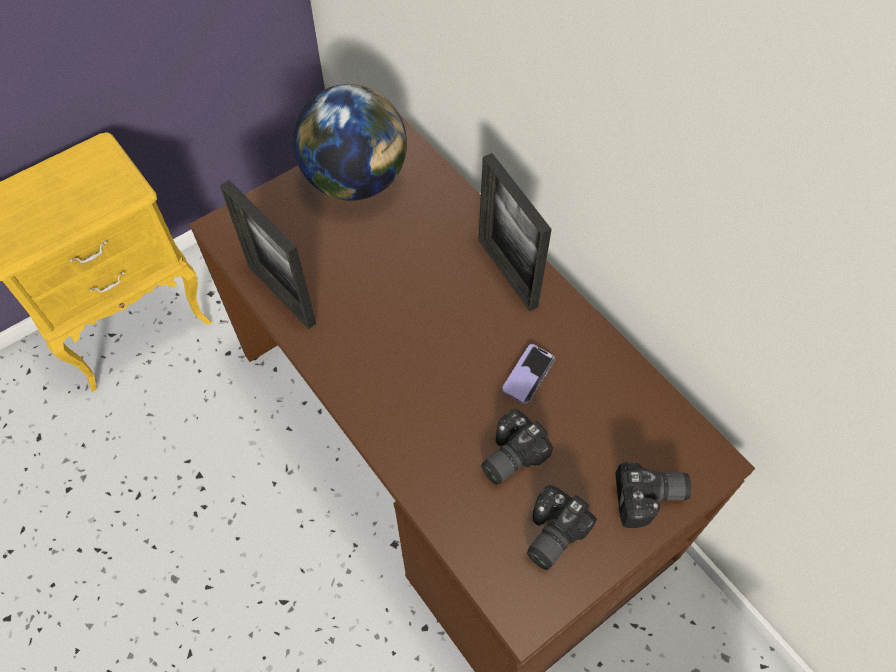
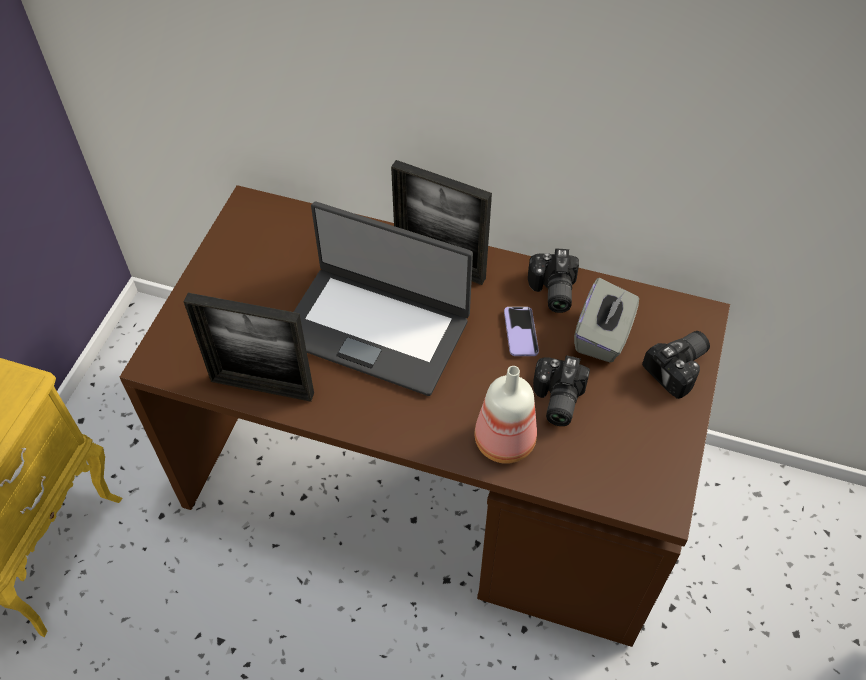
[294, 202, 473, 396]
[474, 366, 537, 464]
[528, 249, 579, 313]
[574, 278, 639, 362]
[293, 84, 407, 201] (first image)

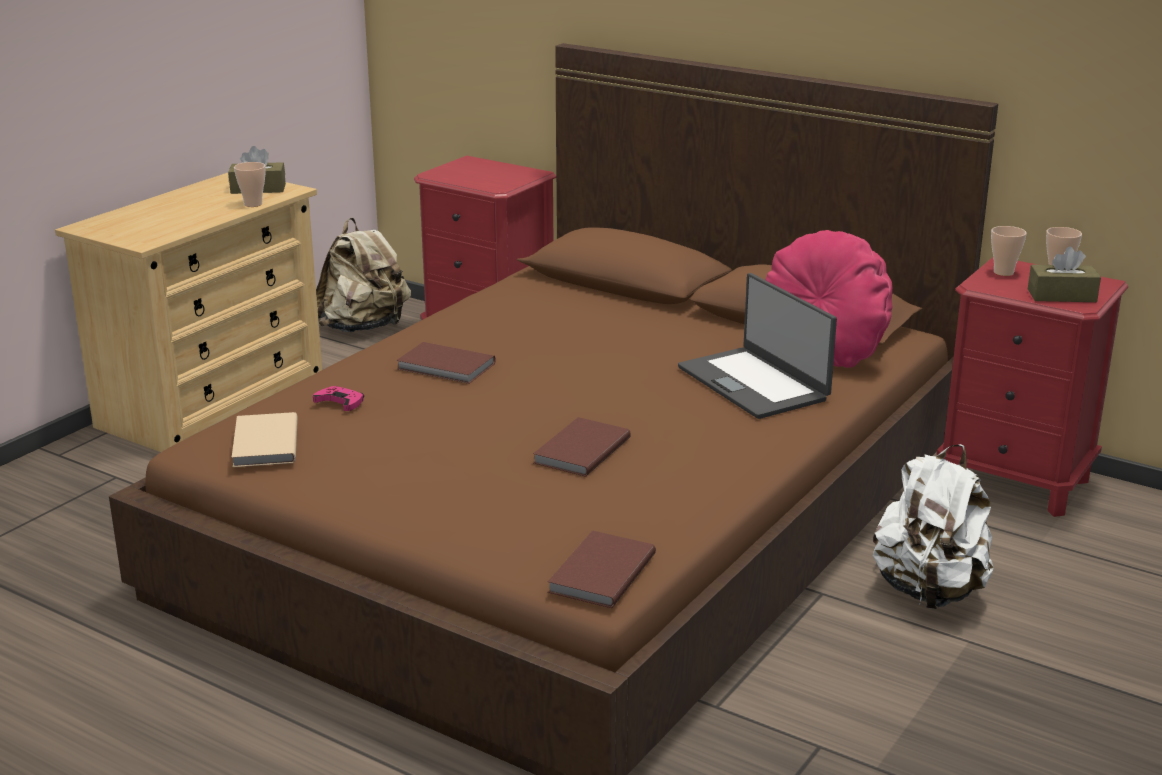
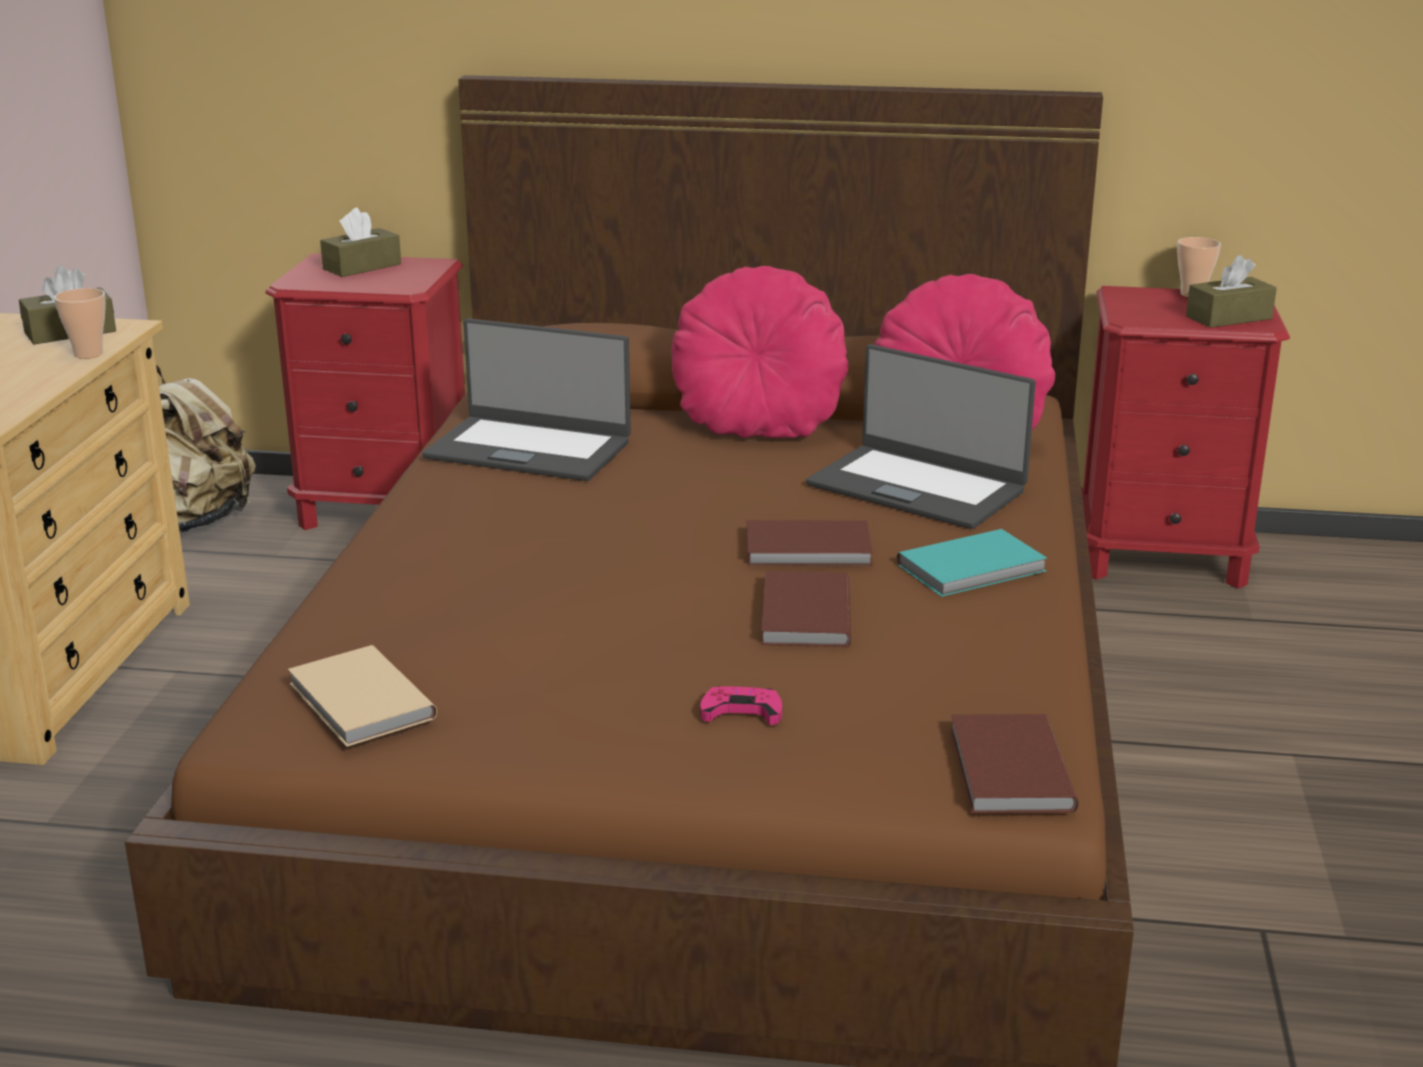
[320, 208, 401, 277]
[423, 318, 631, 481]
[671, 266, 849, 438]
[701, 686, 782, 725]
[747, 520, 873, 566]
[897, 529, 1048, 597]
[873, 444, 994, 609] (first image)
[991, 226, 1027, 276] (first image)

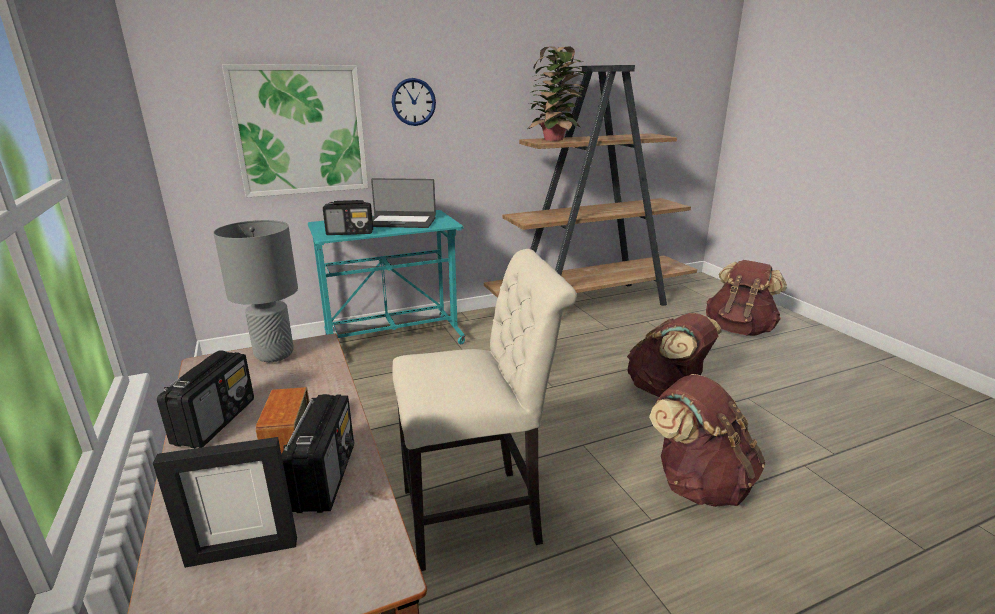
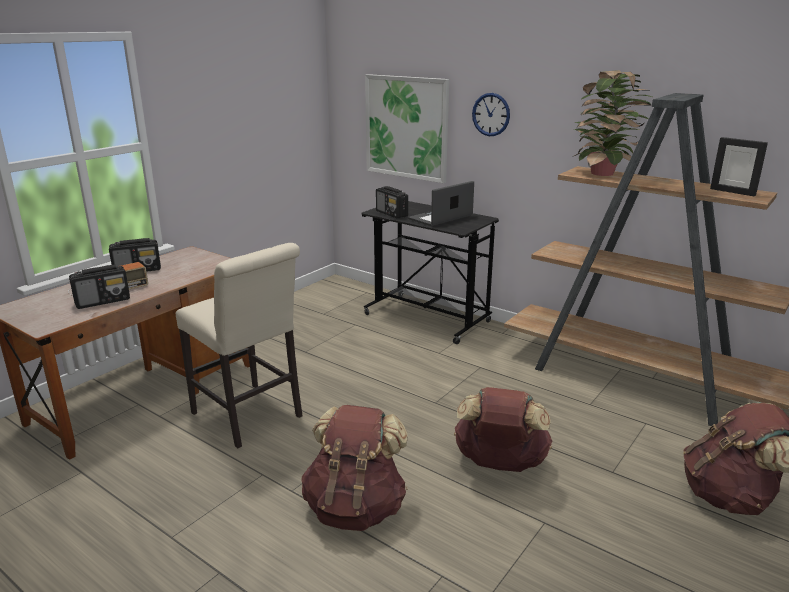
[361, 201, 499, 344]
[408, 181, 474, 226]
[710, 137, 768, 196]
[213, 220, 298, 362] (first image)

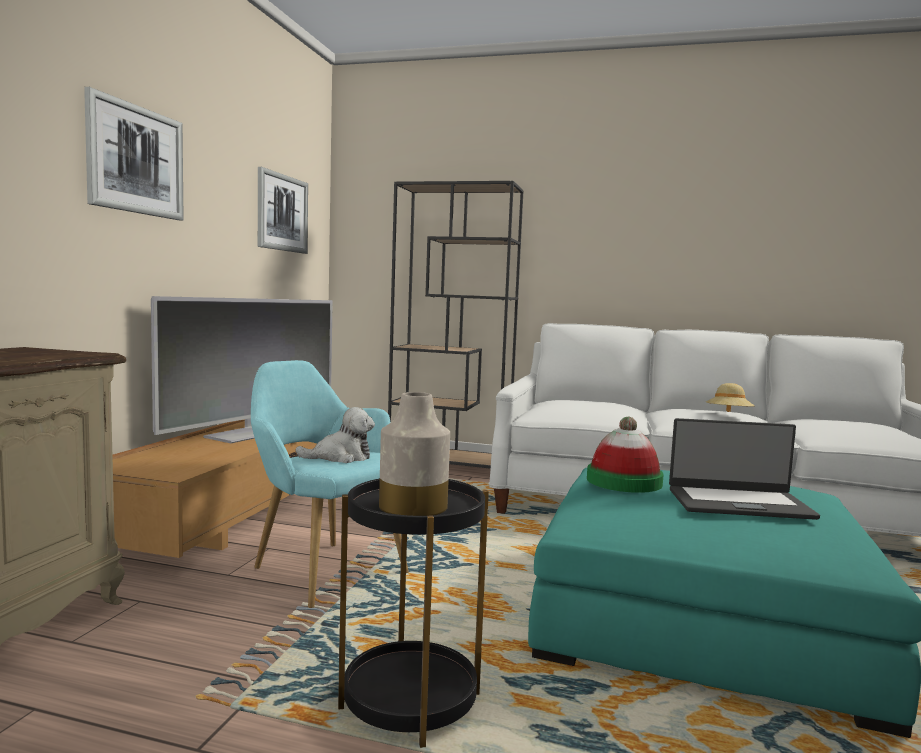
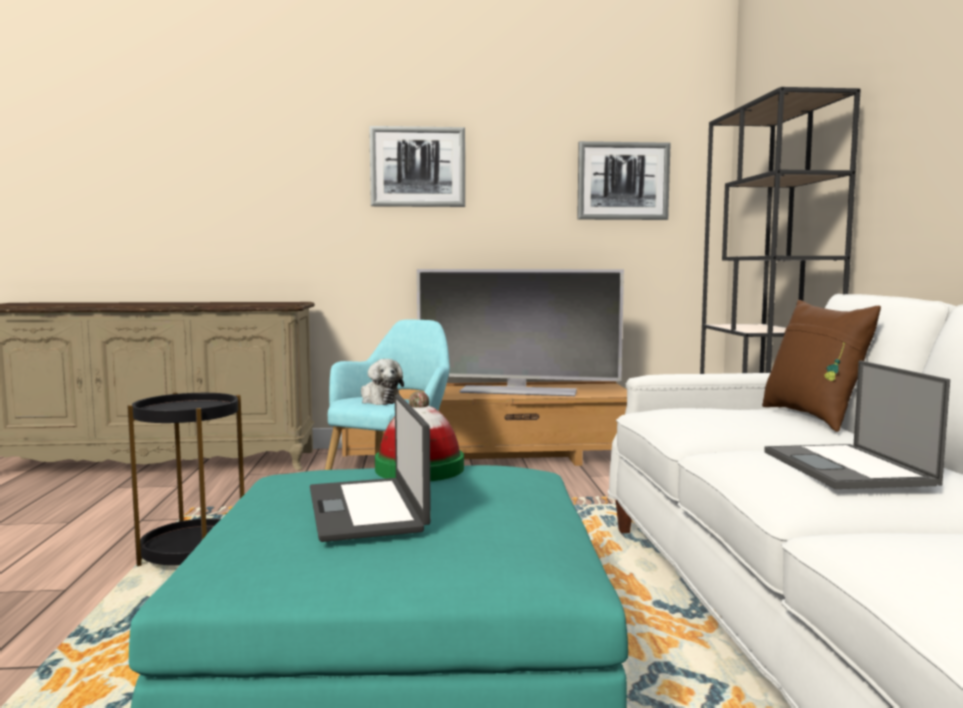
[762, 300, 881, 432]
[764, 360, 950, 489]
[379, 392, 450, 516] (first image)

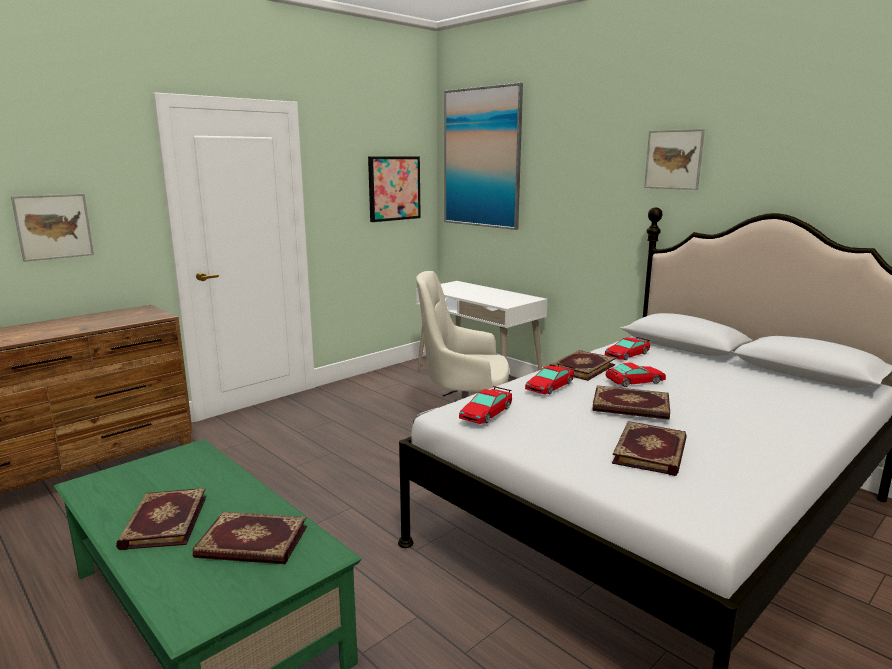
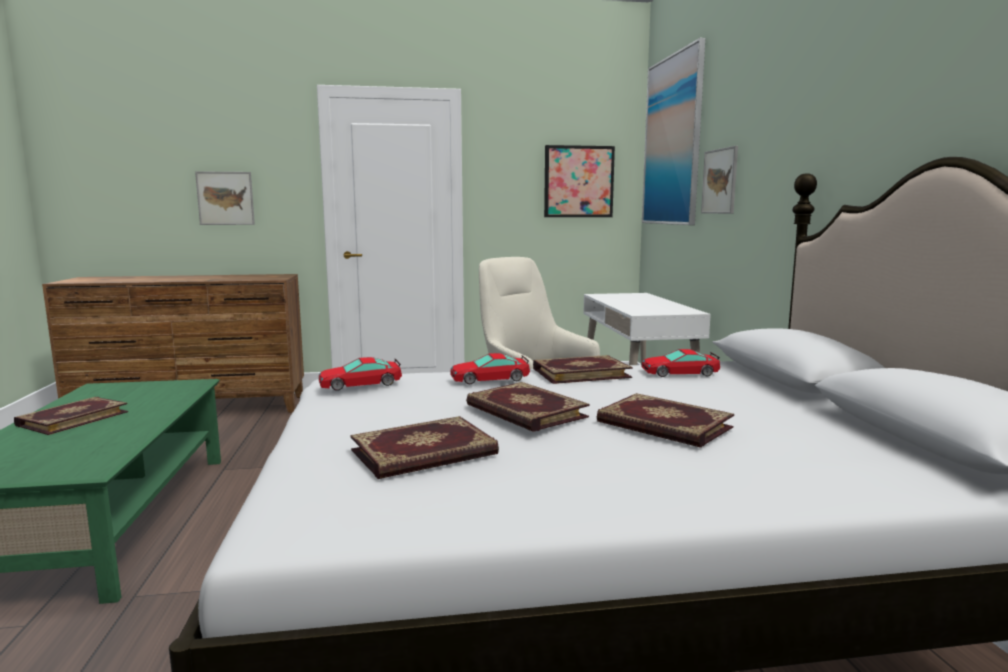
[597, 393, 734, 448]
[701, 146, 738, 214]
[606, 362, 666, 387] (first image)

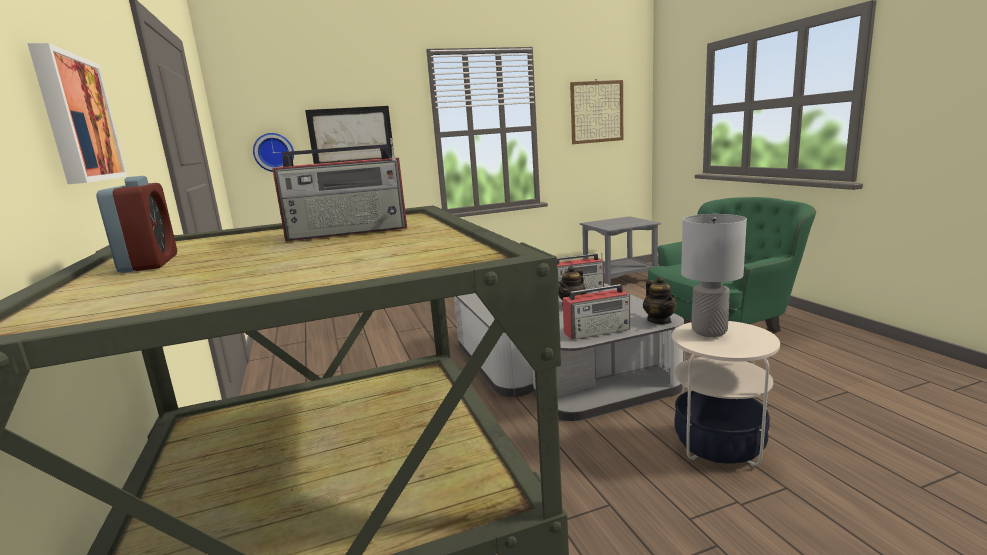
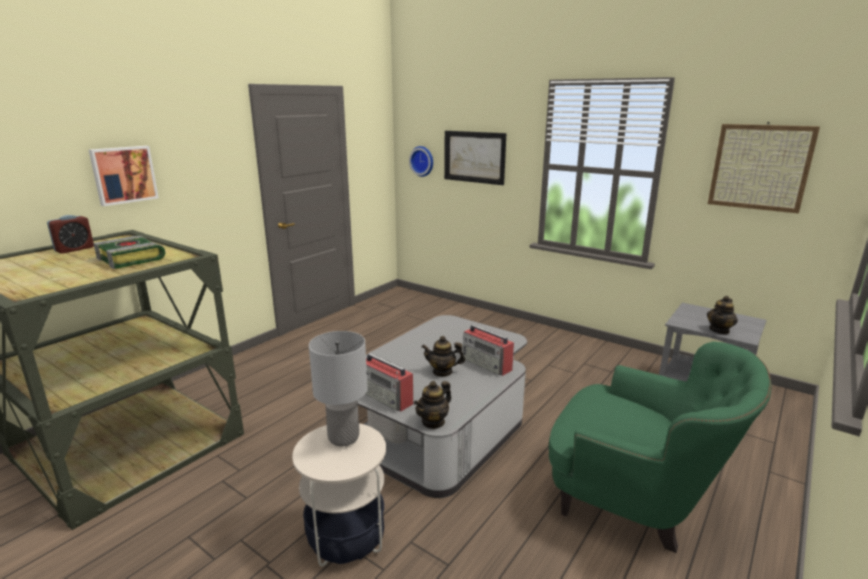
[93, 236, 165, 269]
[707, 296, 738, 334]

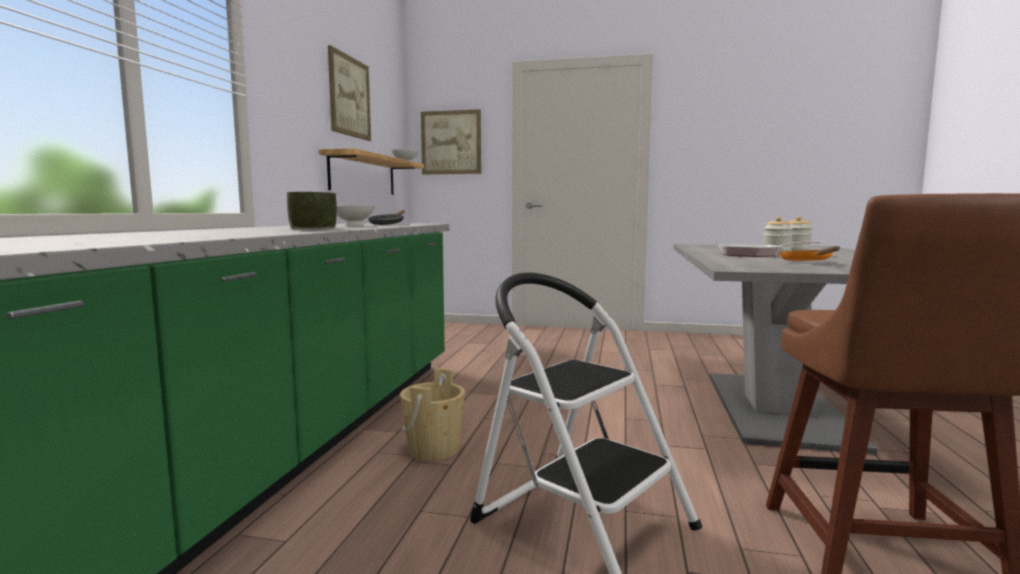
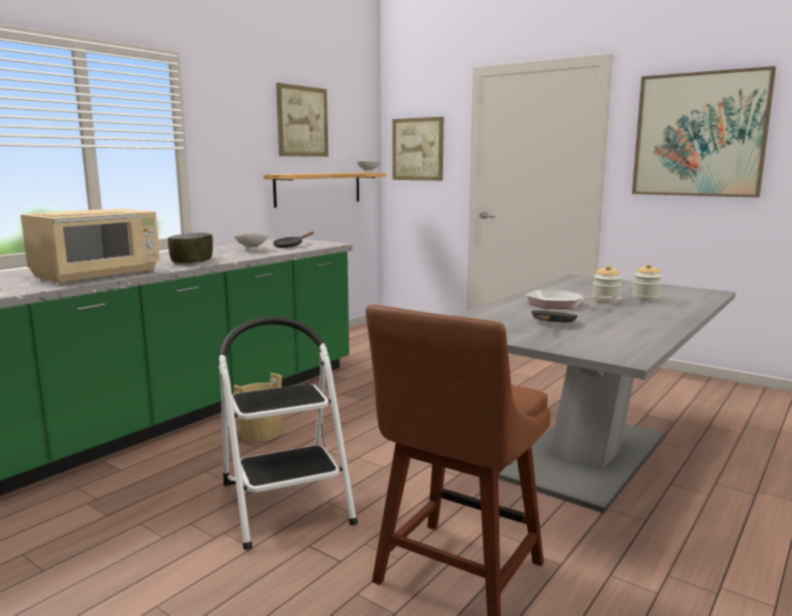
[21, 209, 160, 284]
[531, 311, 577, 322]
[632, 66, 776, 198]

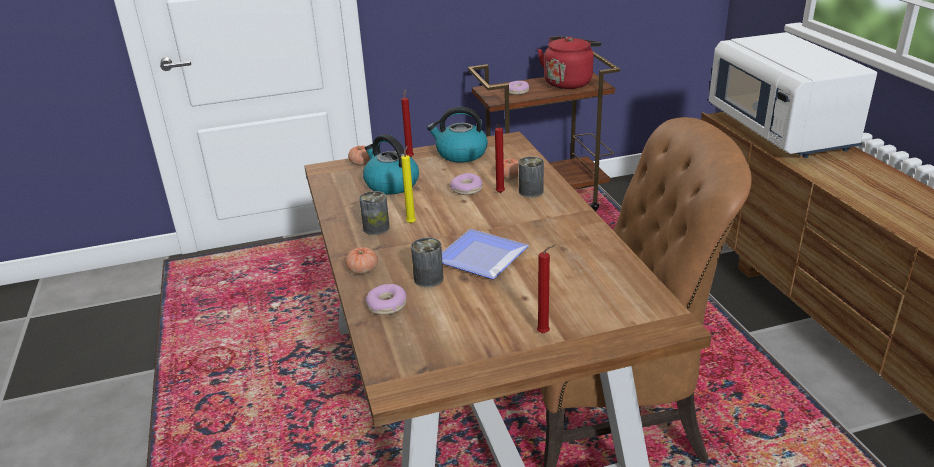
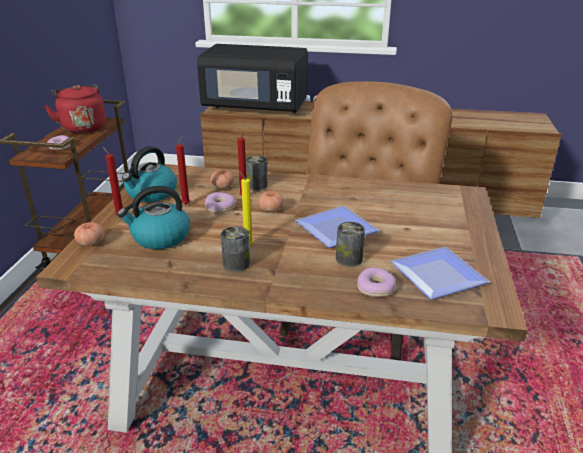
[176, 136, 190, 205]
[197, 44, 307, 113]
[258, 191, 284, 212]
[390, 247, 490, 300]

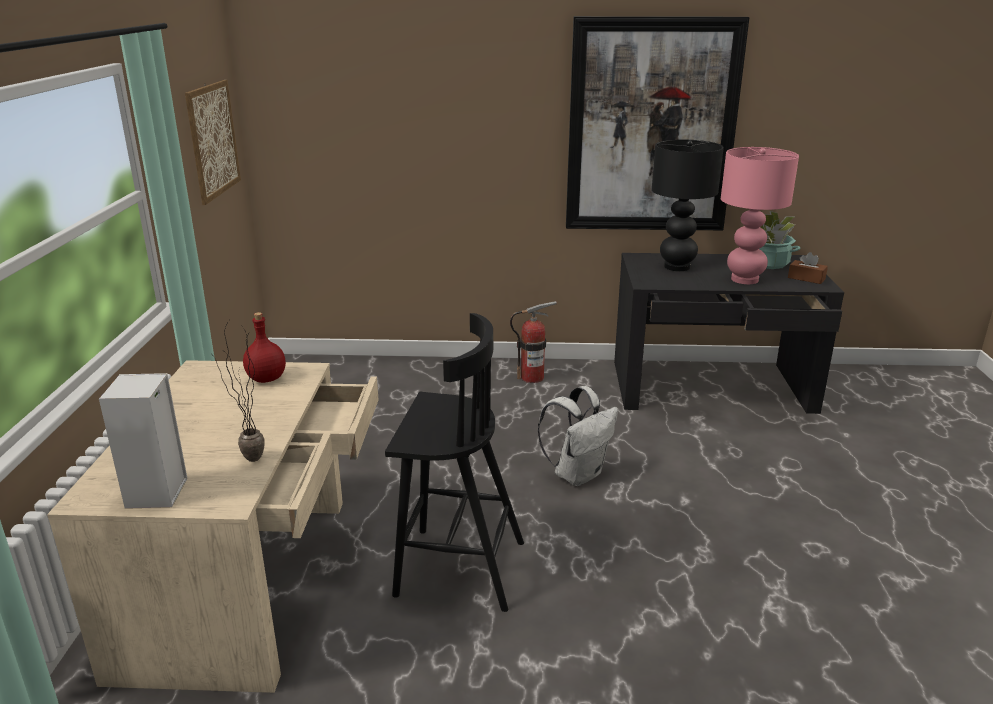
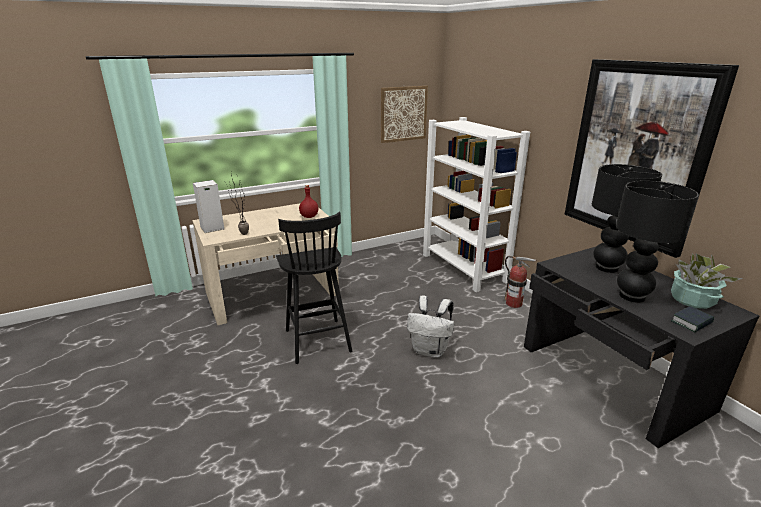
[423, 117, 530, 292]
[616, 181, 699, 303]
[671, 306, 714, 332]

